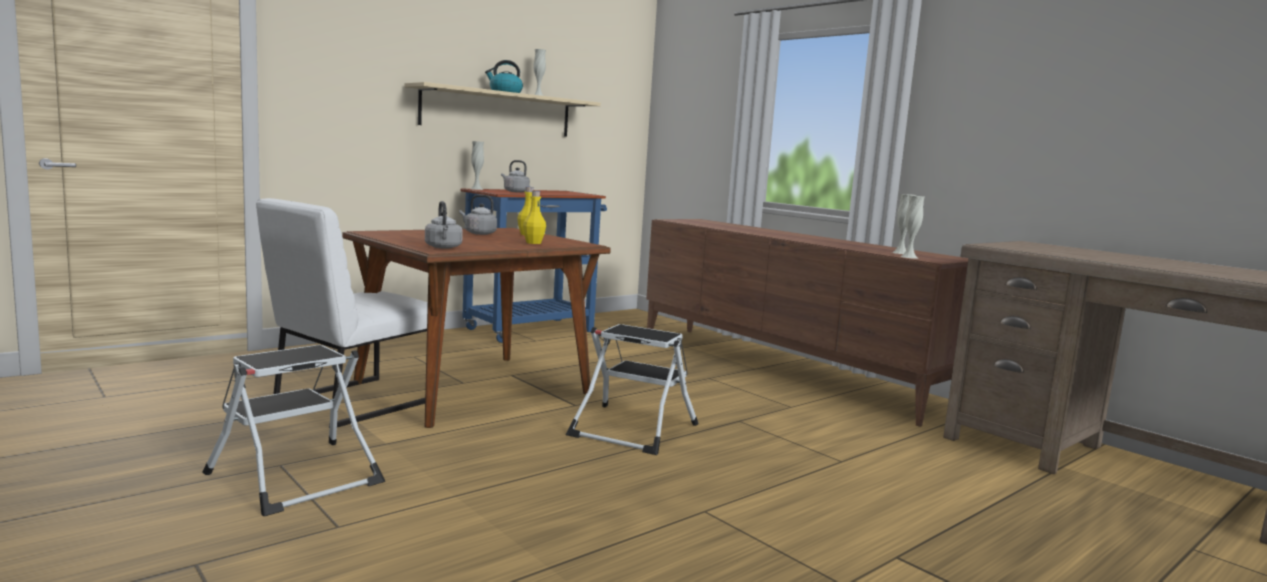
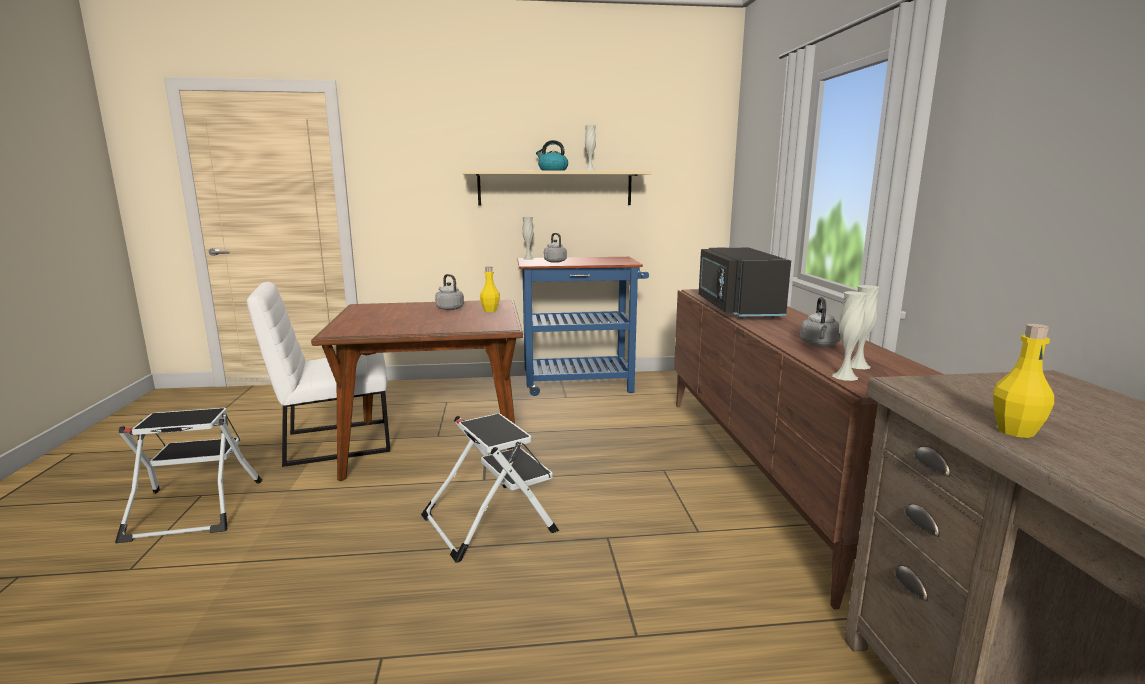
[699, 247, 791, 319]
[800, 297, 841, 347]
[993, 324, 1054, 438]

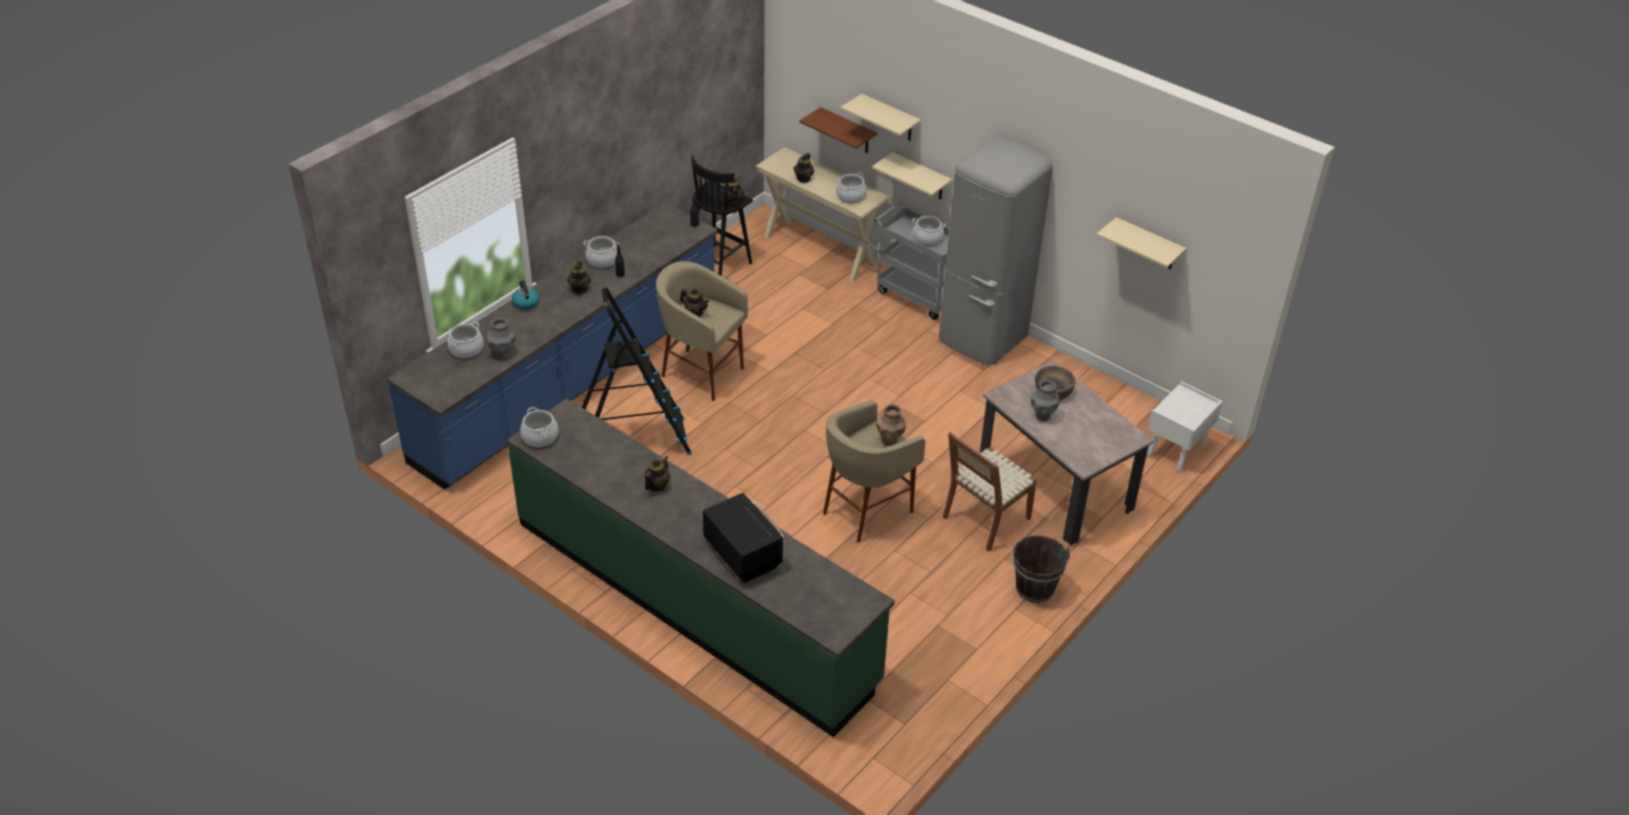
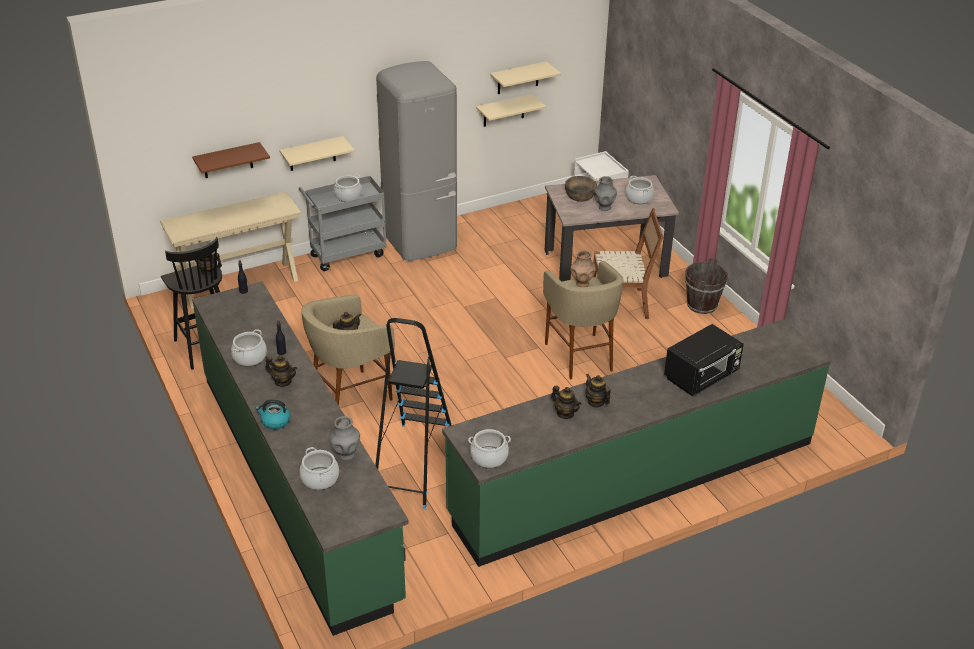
[192, 281, 409, 636]
[476, 94, 546, 127]
[551, 385, 582, 419]
[593, 208, 663, 319]
[625, 176, 654, 204]
[664, 324, 744, 396]

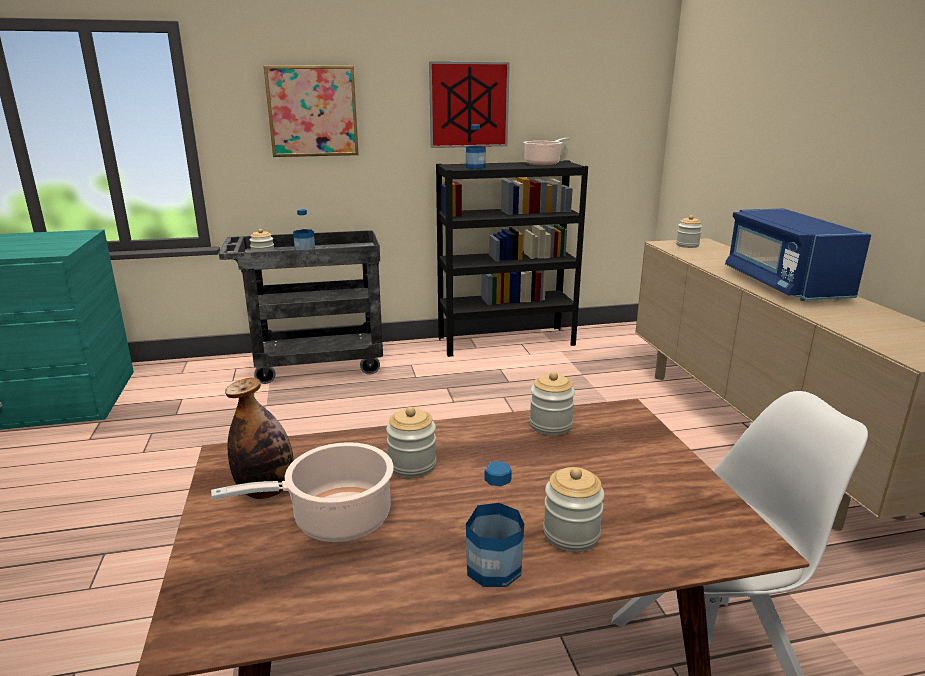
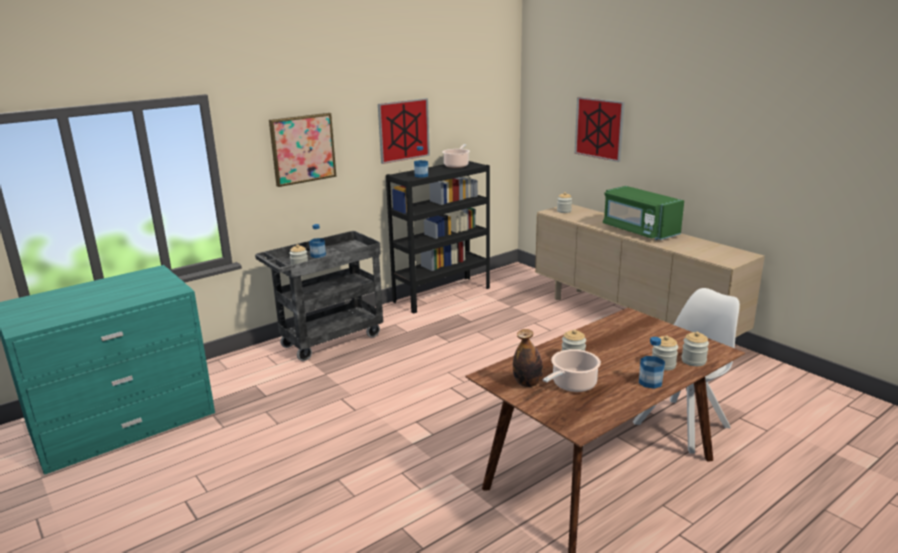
[575, 97, 625, 162]
[603, 186, 684, 240]
[681, 332, 709, 366]

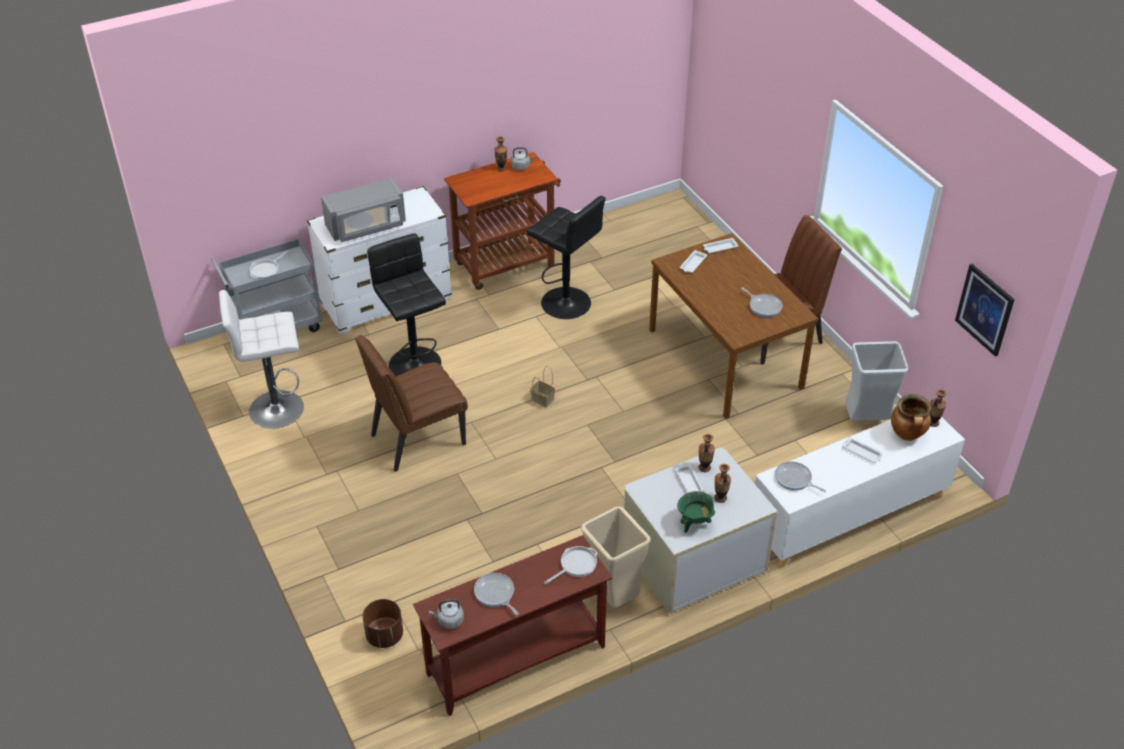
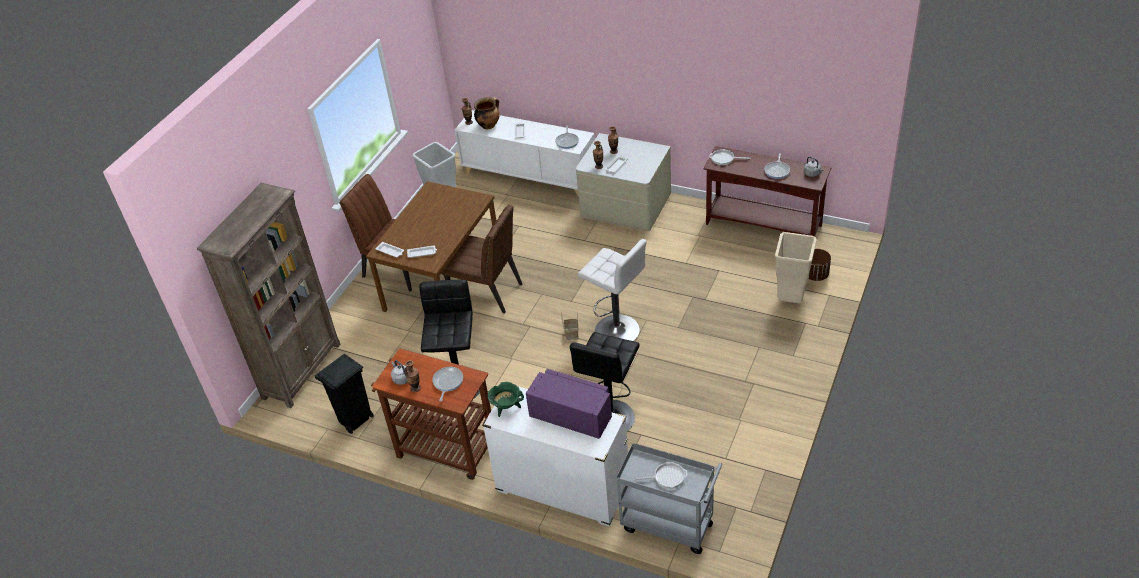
[197, 183, 341, 408]
[315, 354, 374, 434]
[432, 367, 463, 402]
[441, 204, 522, 313]
[488, 382, 524, 417]
[526, 369, 612, 439]
[578, 239, 647, 341]
[775, 232, 817, 303]
[955, 264, 1015, 357] (first image)

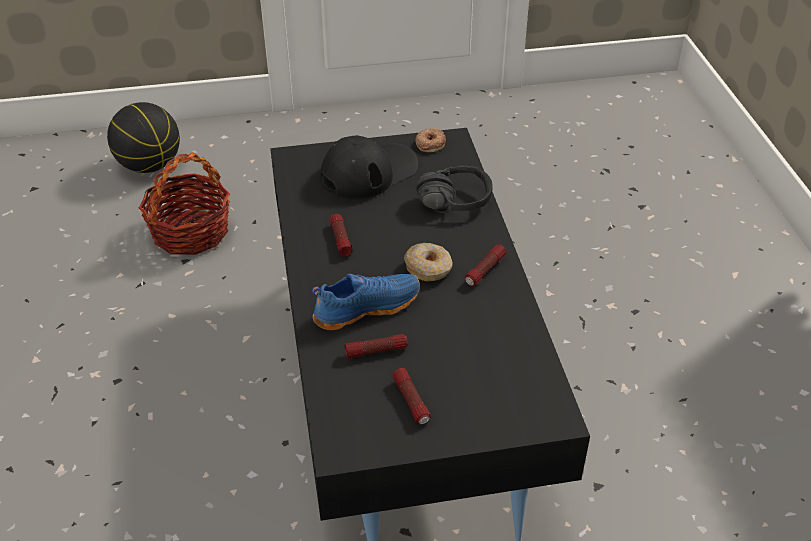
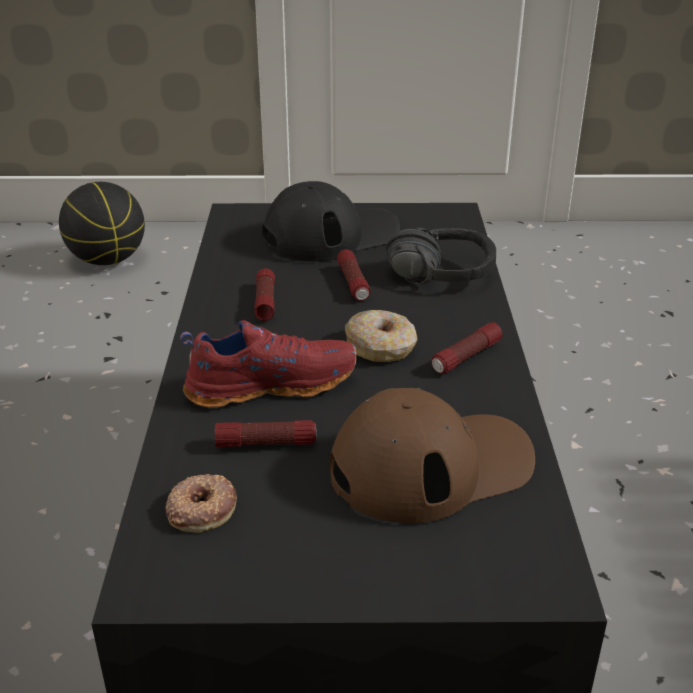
[166, 474, 237, 533]
[180, 320, 356, 408]
[330, 388, 535, 523]
[337, 250, 371, 301]
[139, 152, 230, 255] (first image)

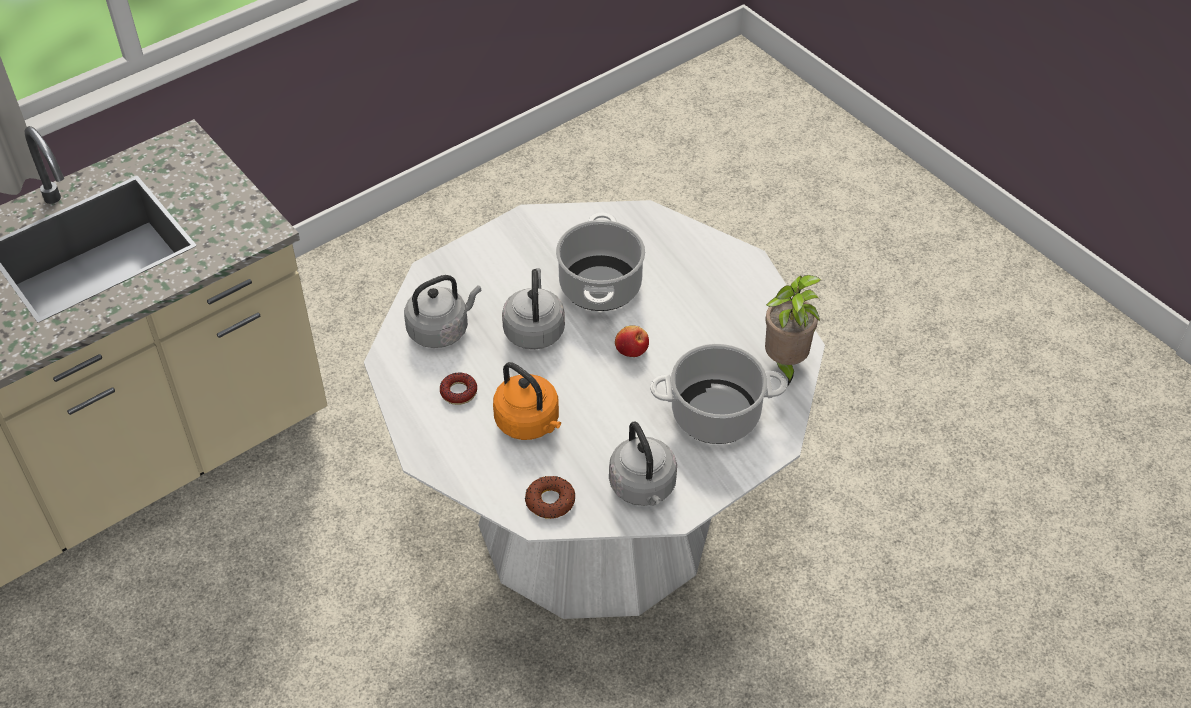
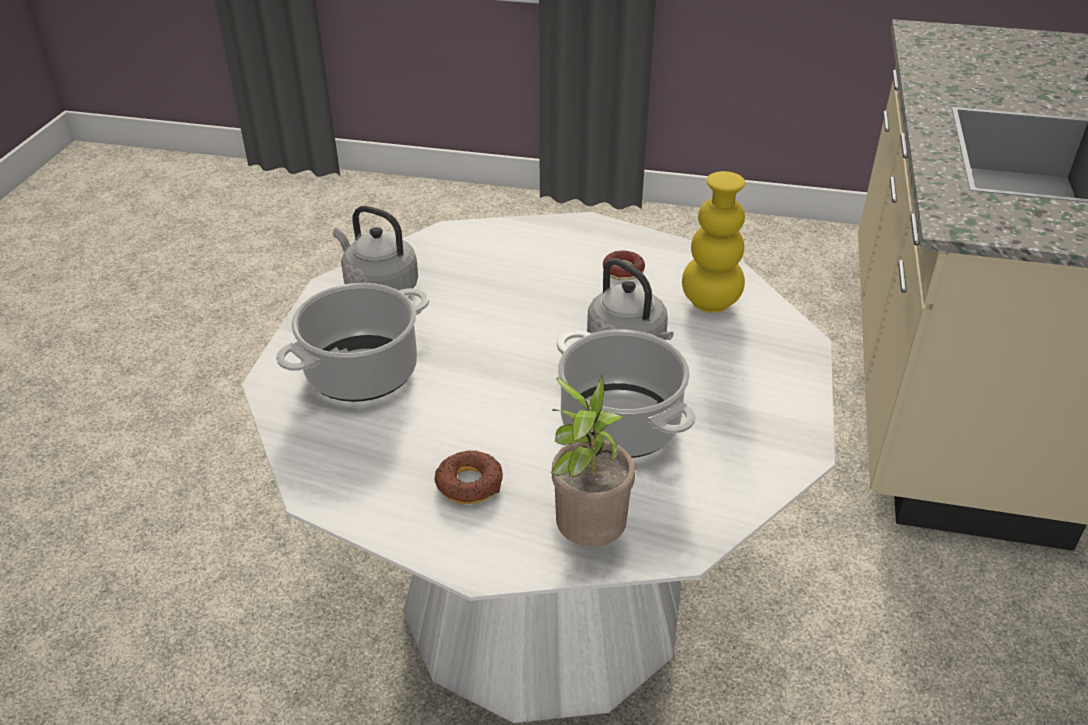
[434, 450, 503, 504]
[550, 375, 635, 547]
[682, 171, 746, 313]
[493, 362, 561, 440] (first image)
[615, 325, 649, 357] (first image)

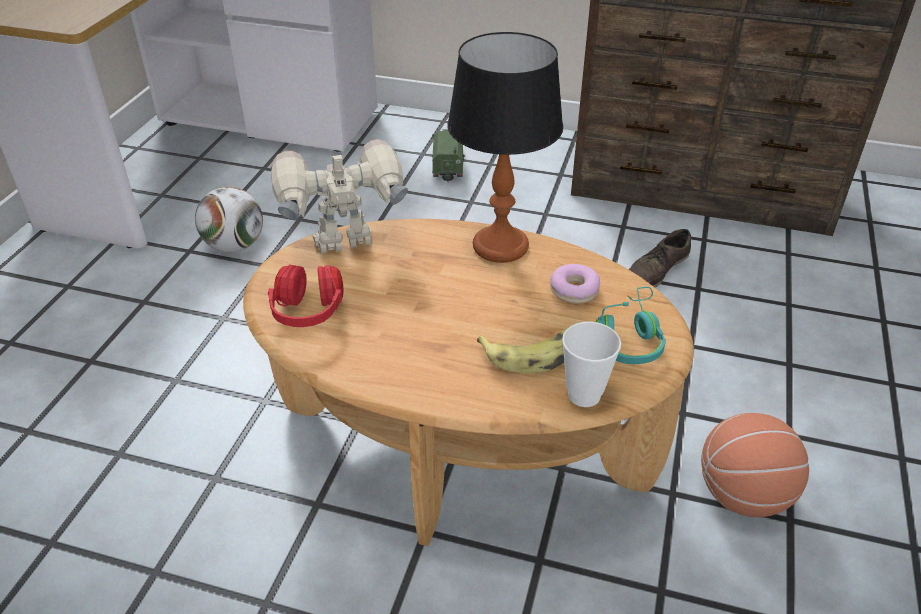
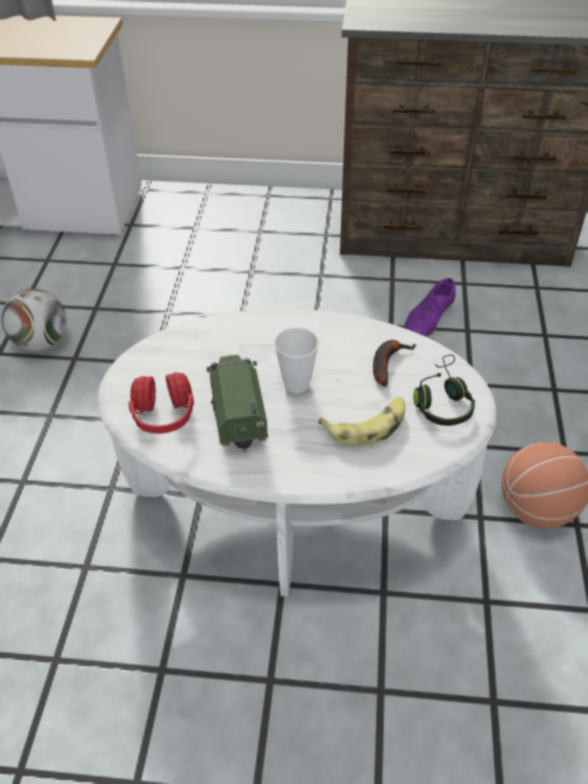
[98, 309, 497, 597]
[207, 355, 269, 452]
[274, 327, 319, 393]
[373, 340, 416, 387]
[404, 278, 456, 337]
[413, 355, 475, 426]
[271, 139, 408, 254] (first image)
[448, 32, 564, 263] (first image)

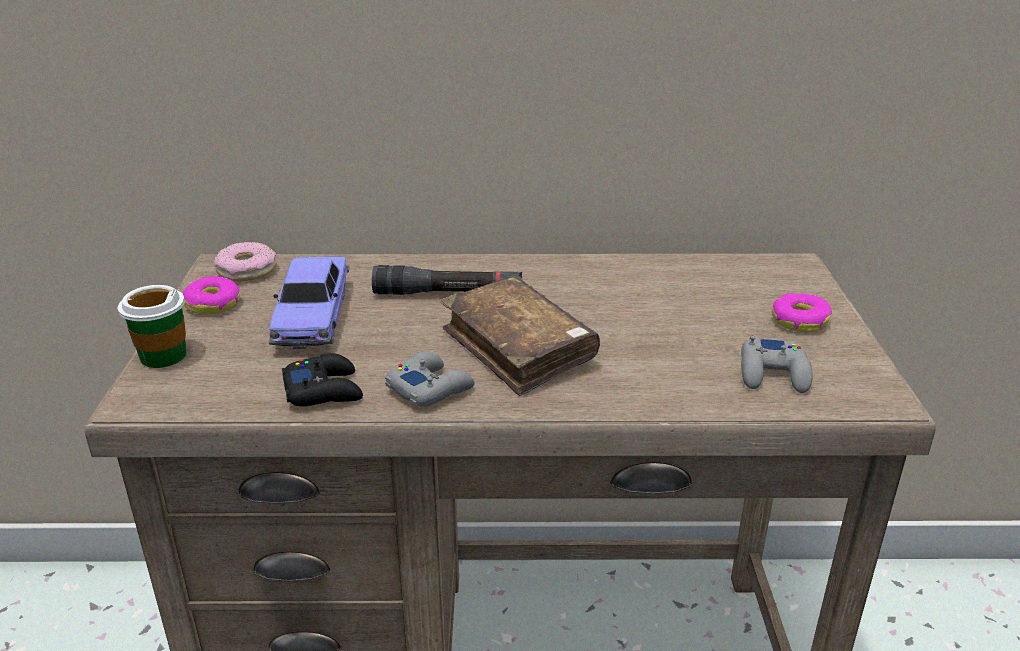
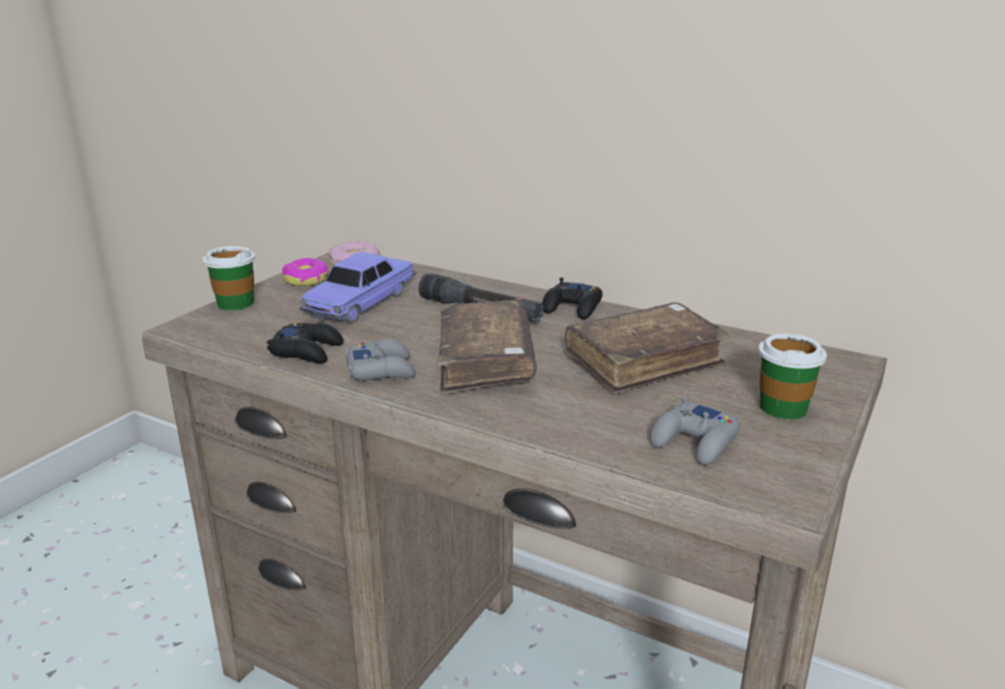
[542, 277, 602, 319]
[565, 303, 731, 394]
[758, 333, 827, 419]

